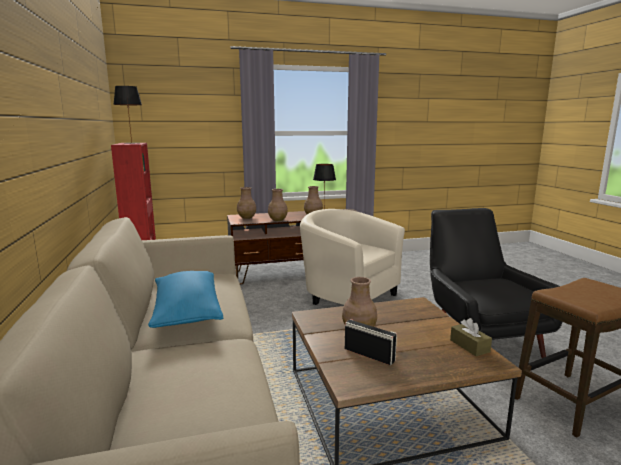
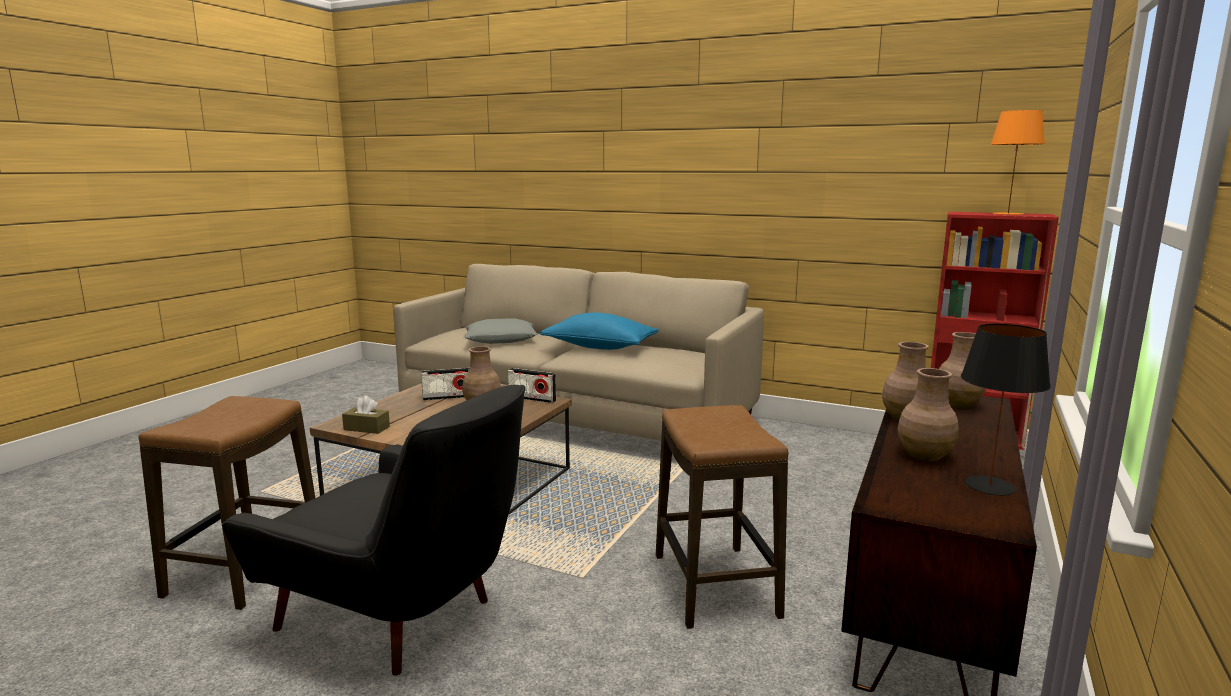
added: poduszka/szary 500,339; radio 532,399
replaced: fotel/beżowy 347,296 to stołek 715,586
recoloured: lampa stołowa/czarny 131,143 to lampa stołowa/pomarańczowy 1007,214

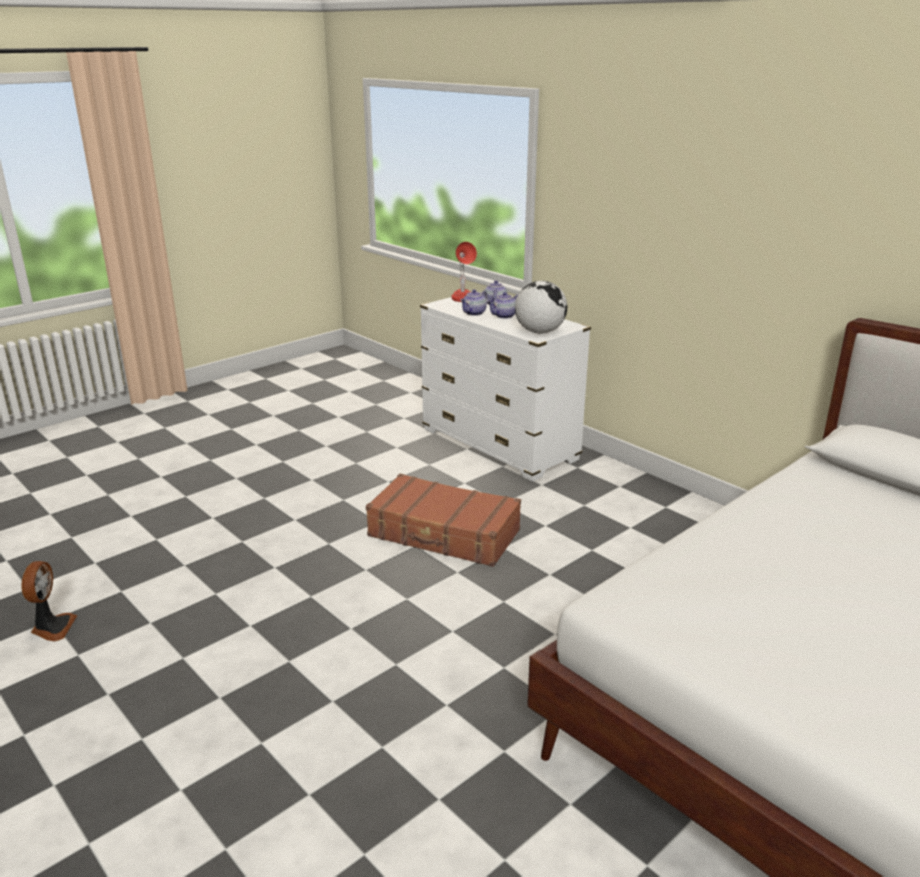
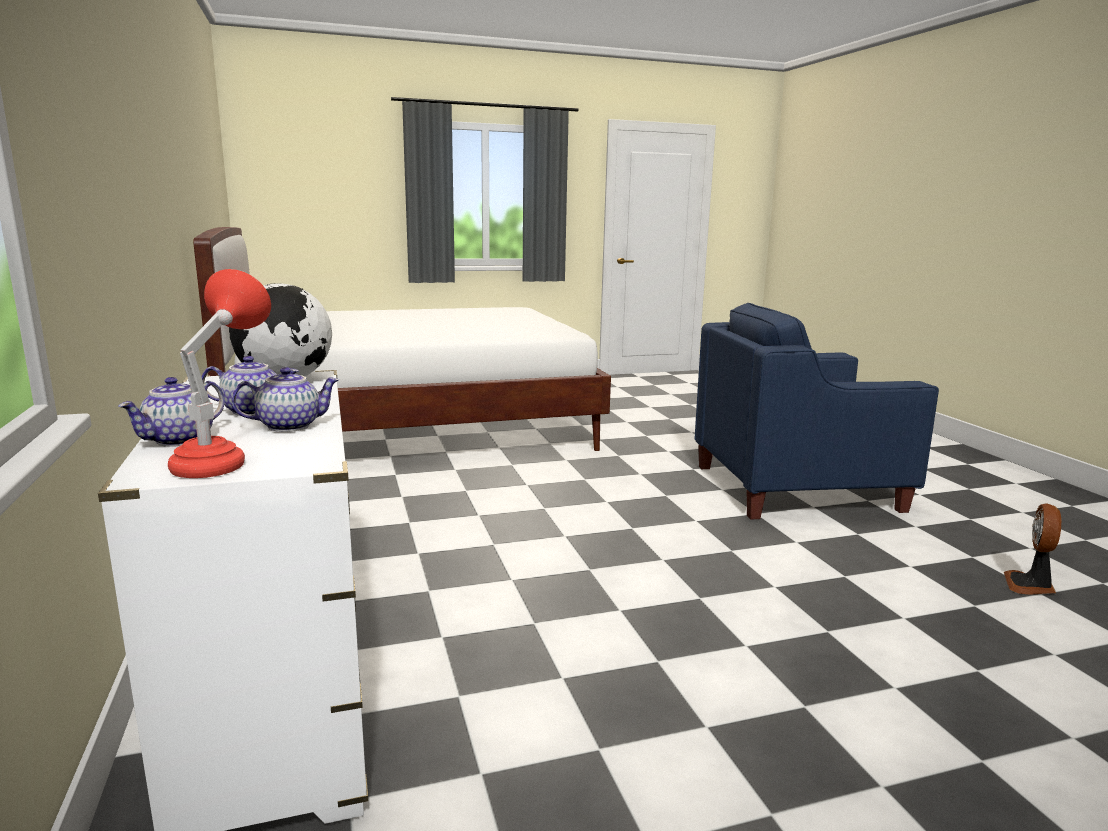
removed: walizka/brązowy 444,534
added: fotel/niebieski 795,487

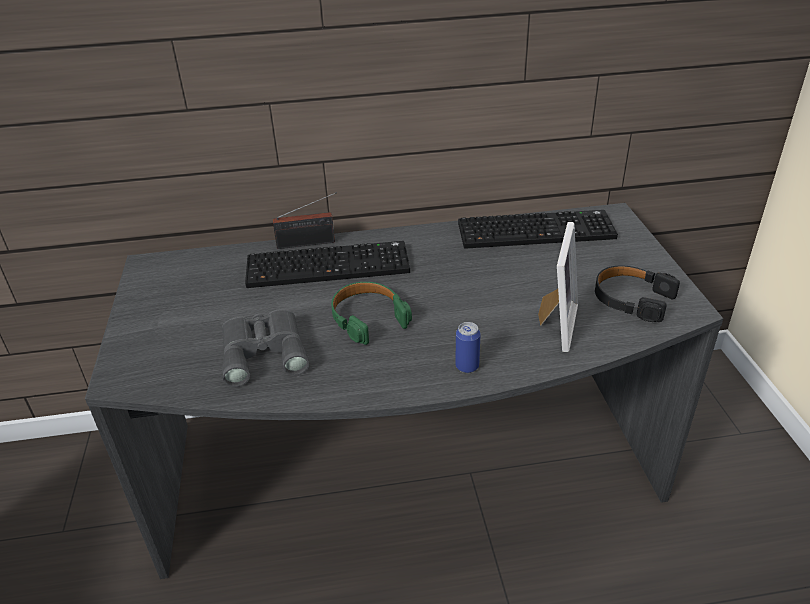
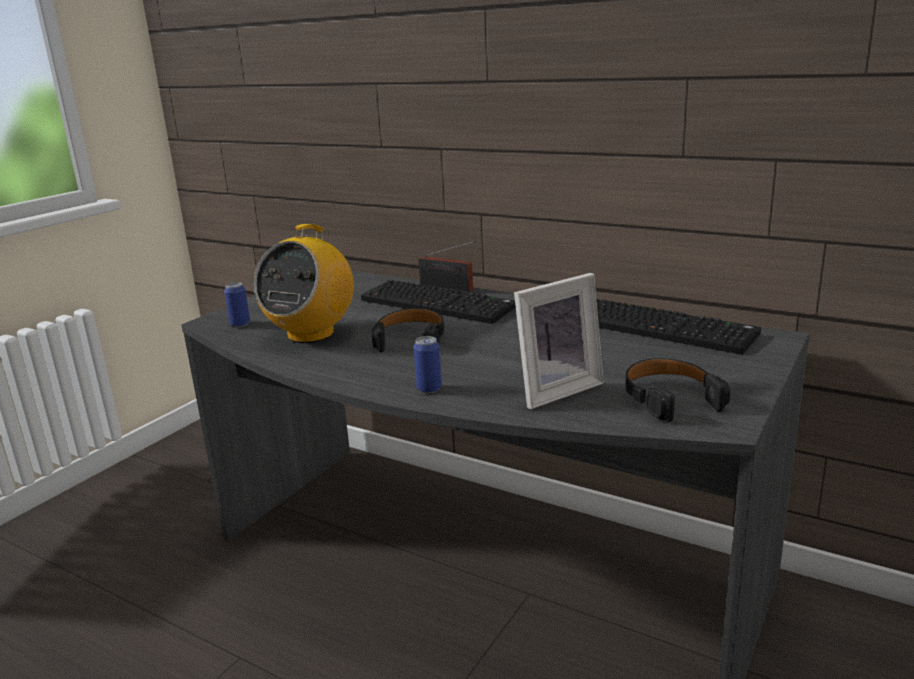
added: puszka 240,324
replaced: lornetka/szary 264,351 to radio 311,334
recoloured: słuchawki/zielony 368,318 to słuchawki/czarny 410,339

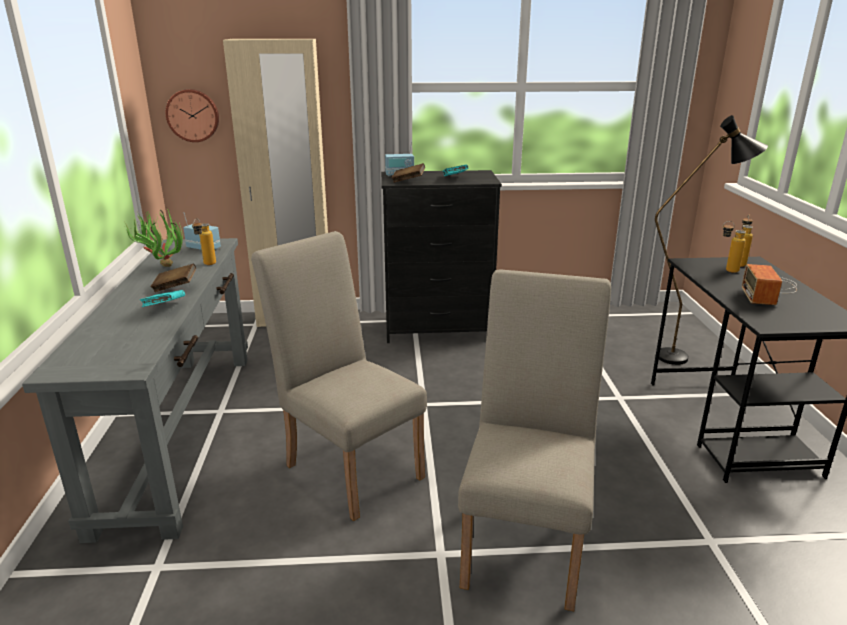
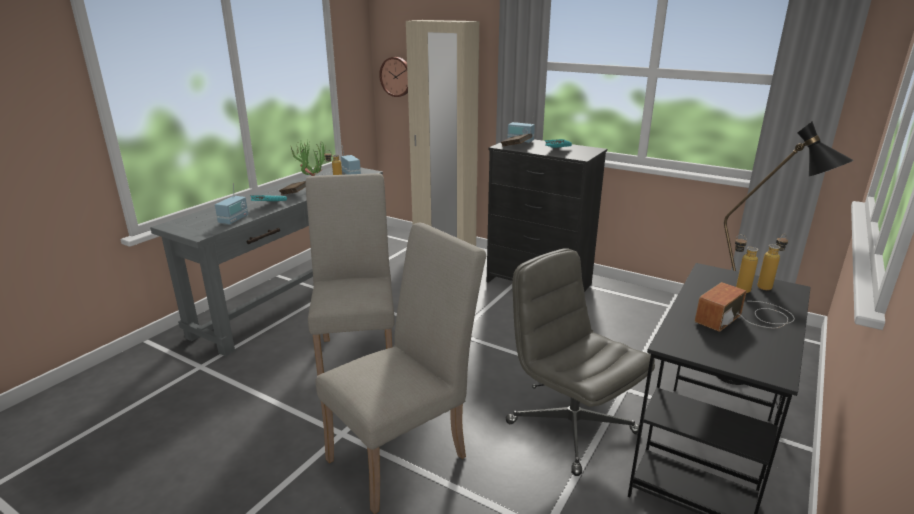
added: radio 234,220; krzesło biurowe/szary 570,427

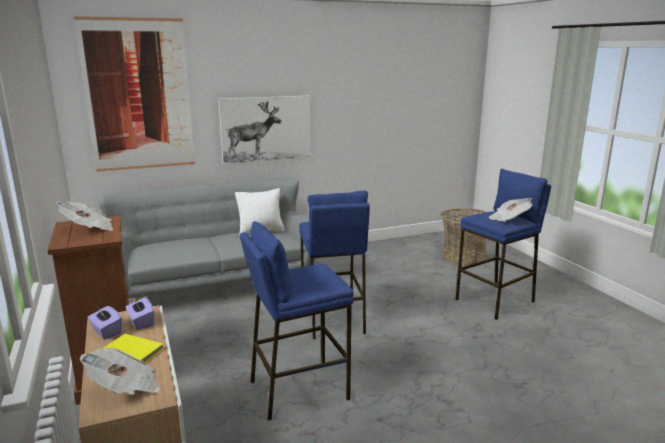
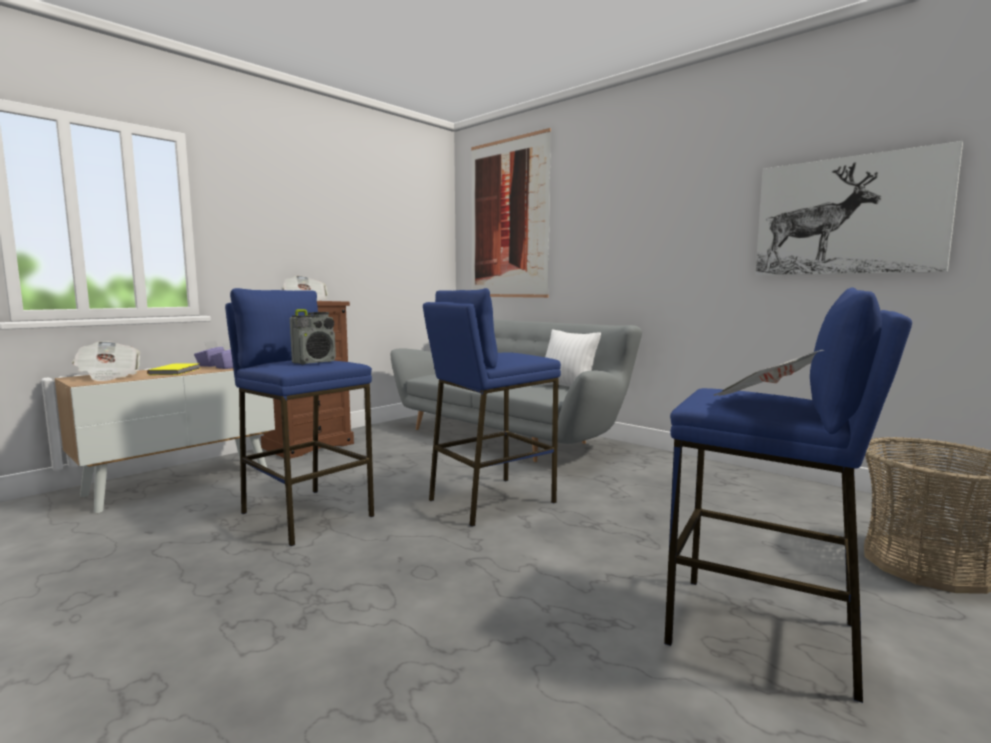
added: radio 315,362
moved: obraz 266,128 to 848,216

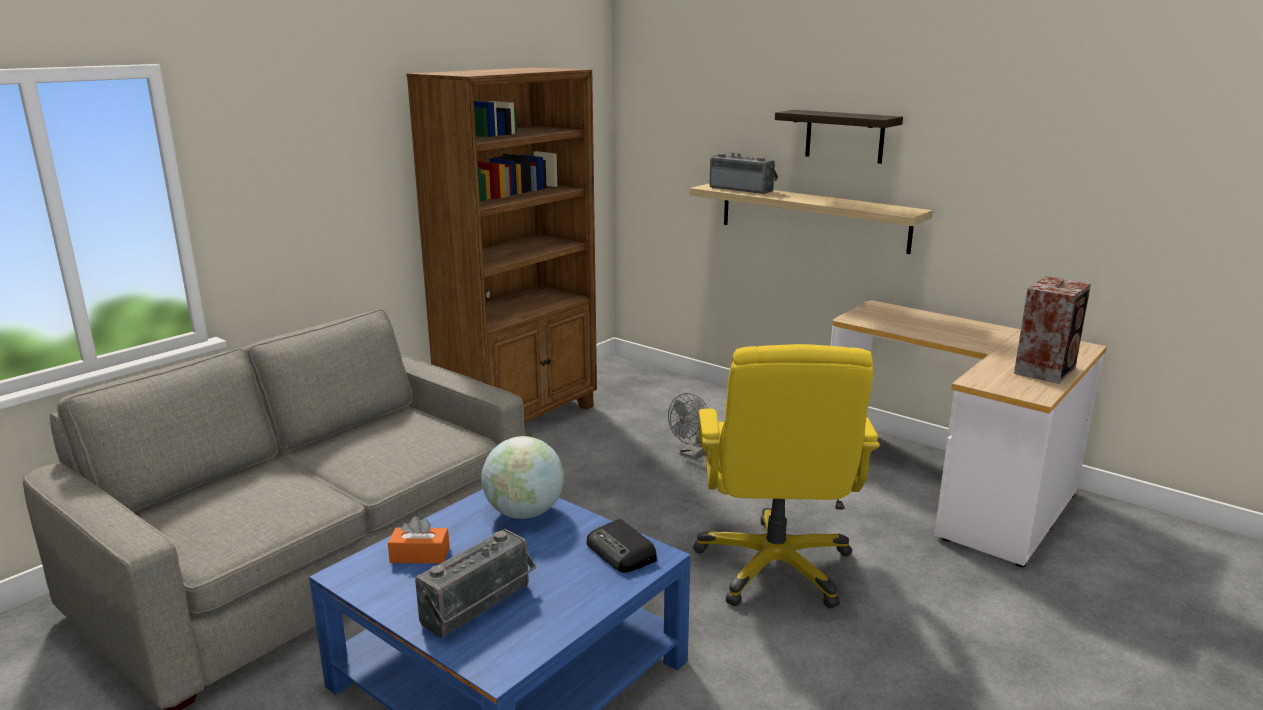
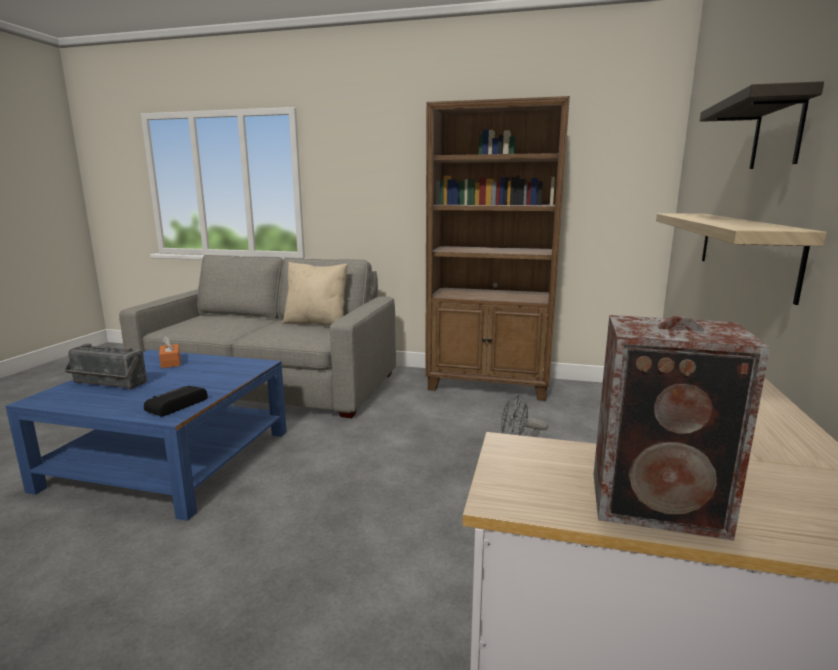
removed: globus 524,513; krzesło biurowe/żółty 775,567; radio 742,189
added: poduszka/beżowy 316,323

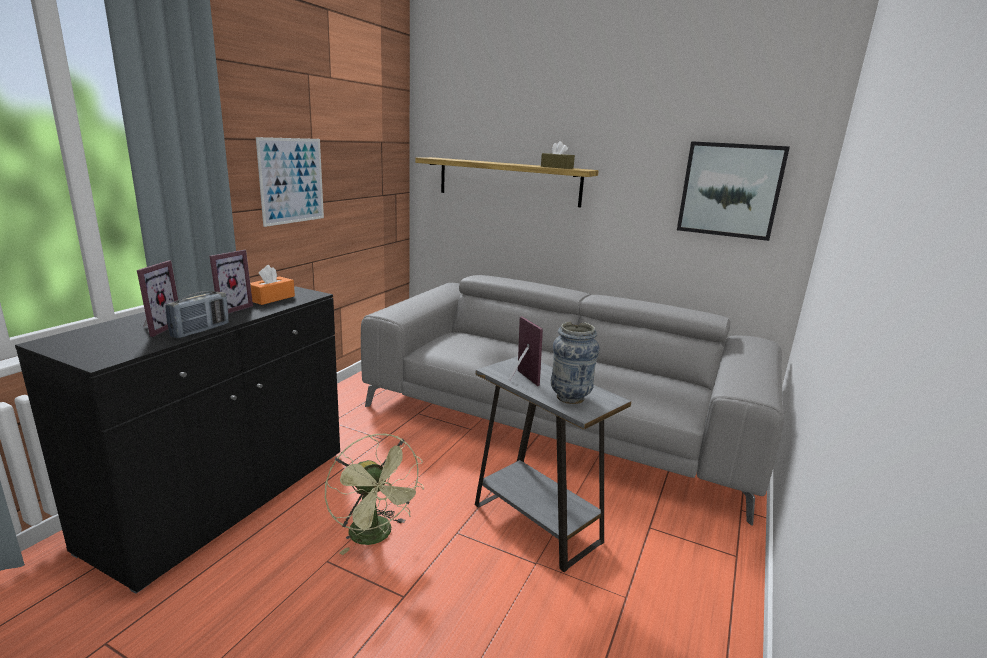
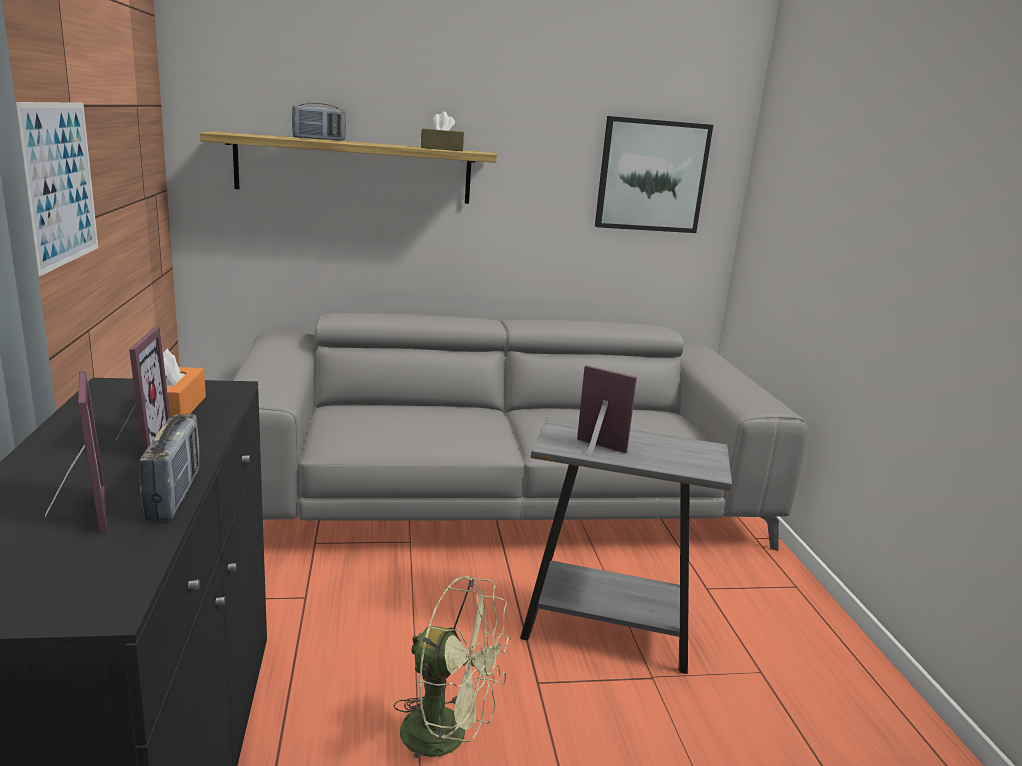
removed: wazon 570,398
added: radio 319,139

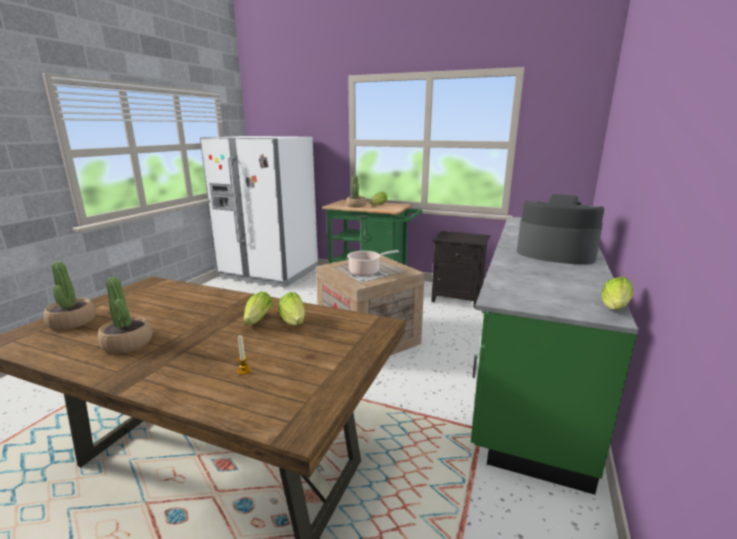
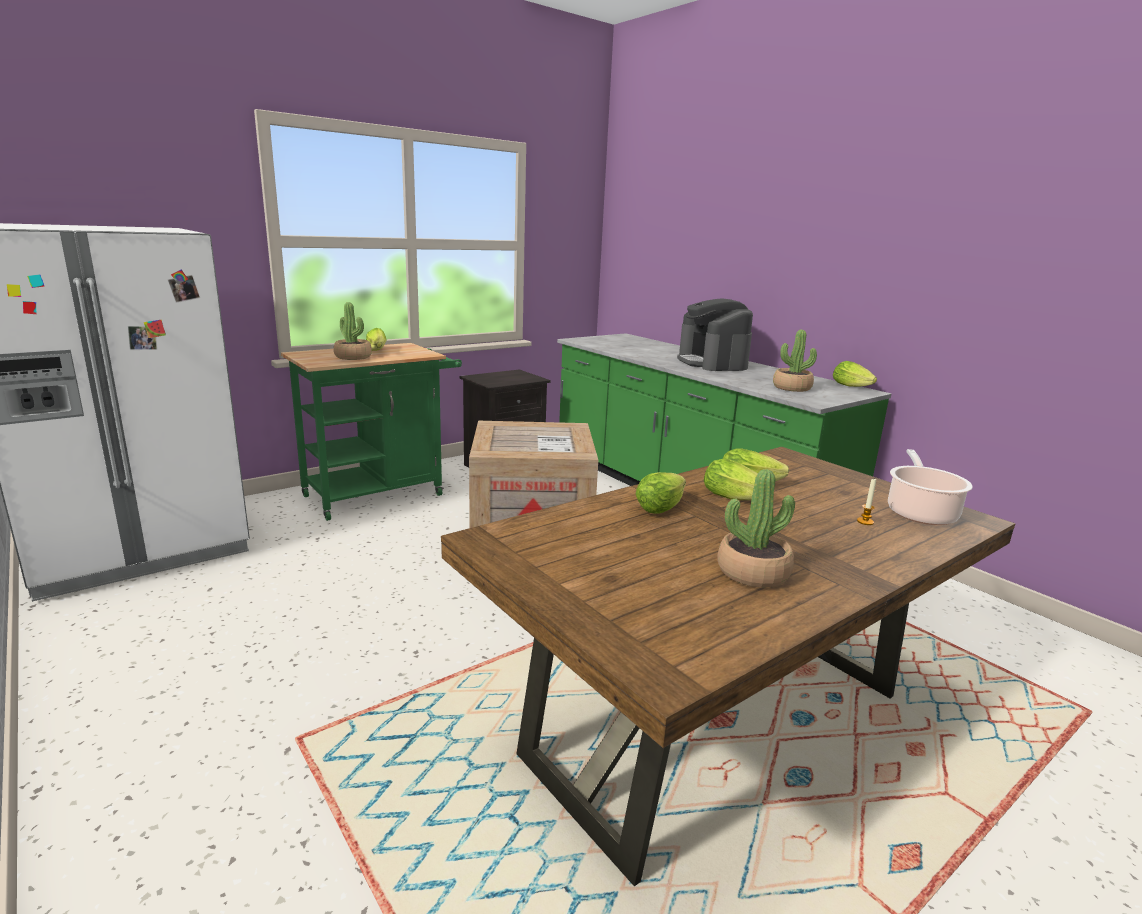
added: sałata 662,506
moved: roślina doniczkowa 72,322 to 791,388; garnek 366,272 to 920,512
turned: ekspres do kawy 555,253 = 712,363 75 degrees counterclockwise

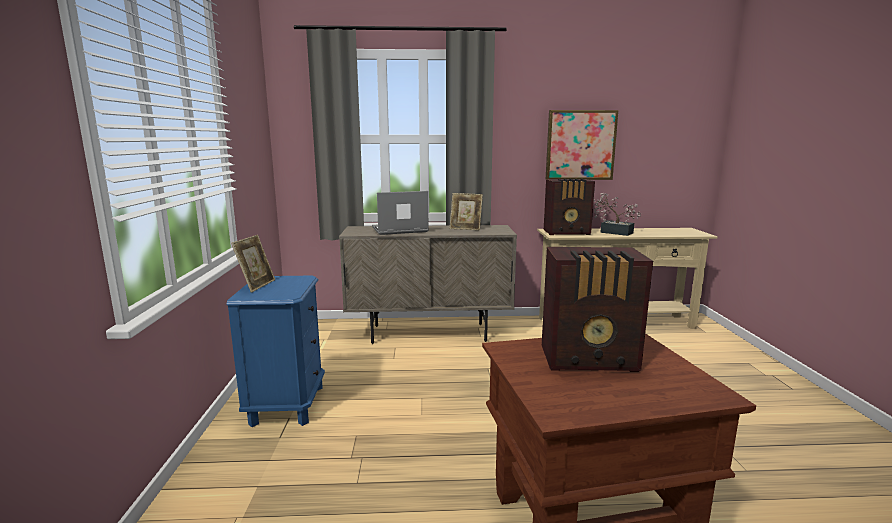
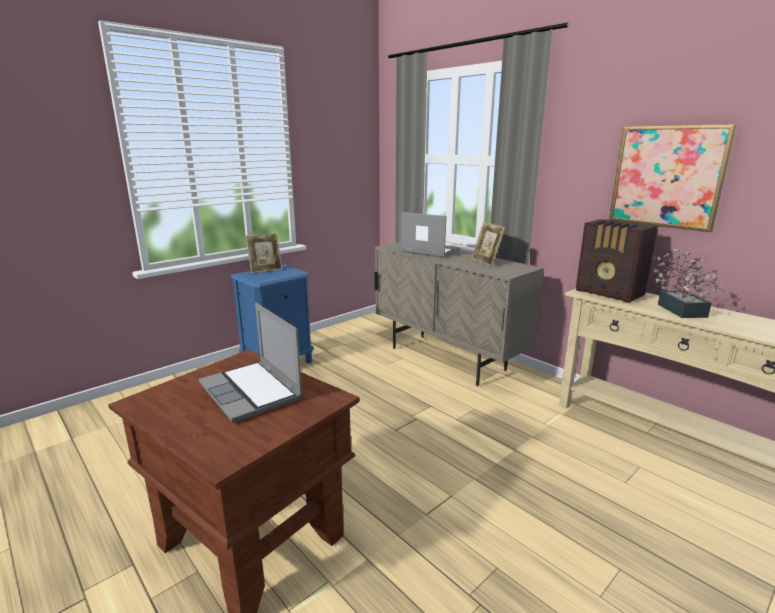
replaced: radio 590,360 to laptop 252,392

